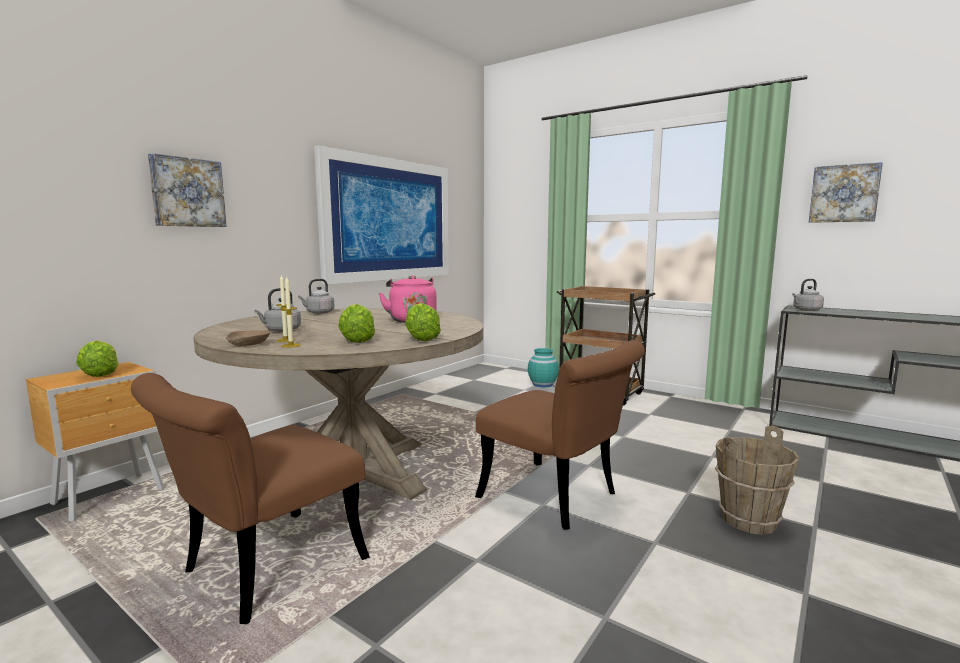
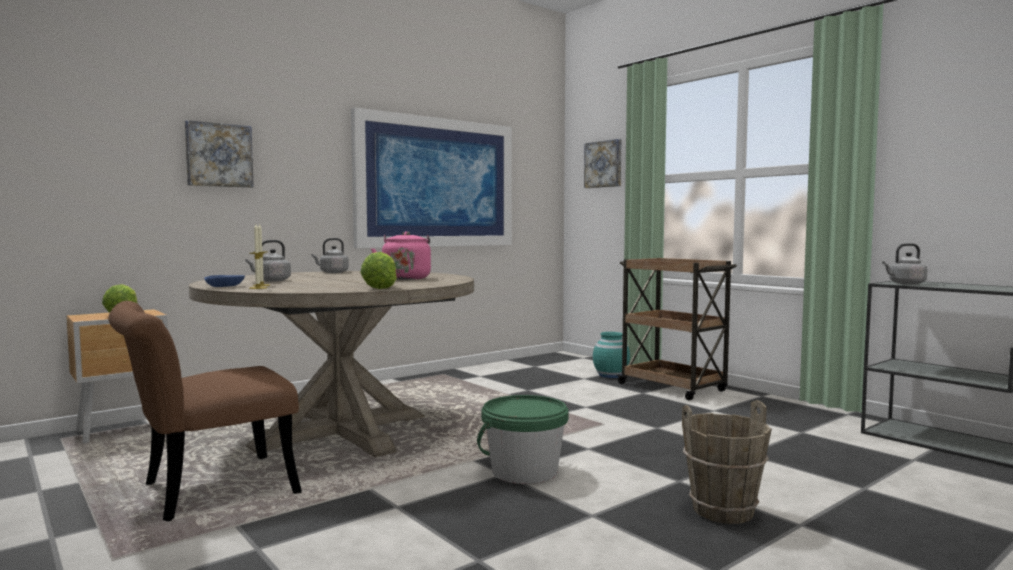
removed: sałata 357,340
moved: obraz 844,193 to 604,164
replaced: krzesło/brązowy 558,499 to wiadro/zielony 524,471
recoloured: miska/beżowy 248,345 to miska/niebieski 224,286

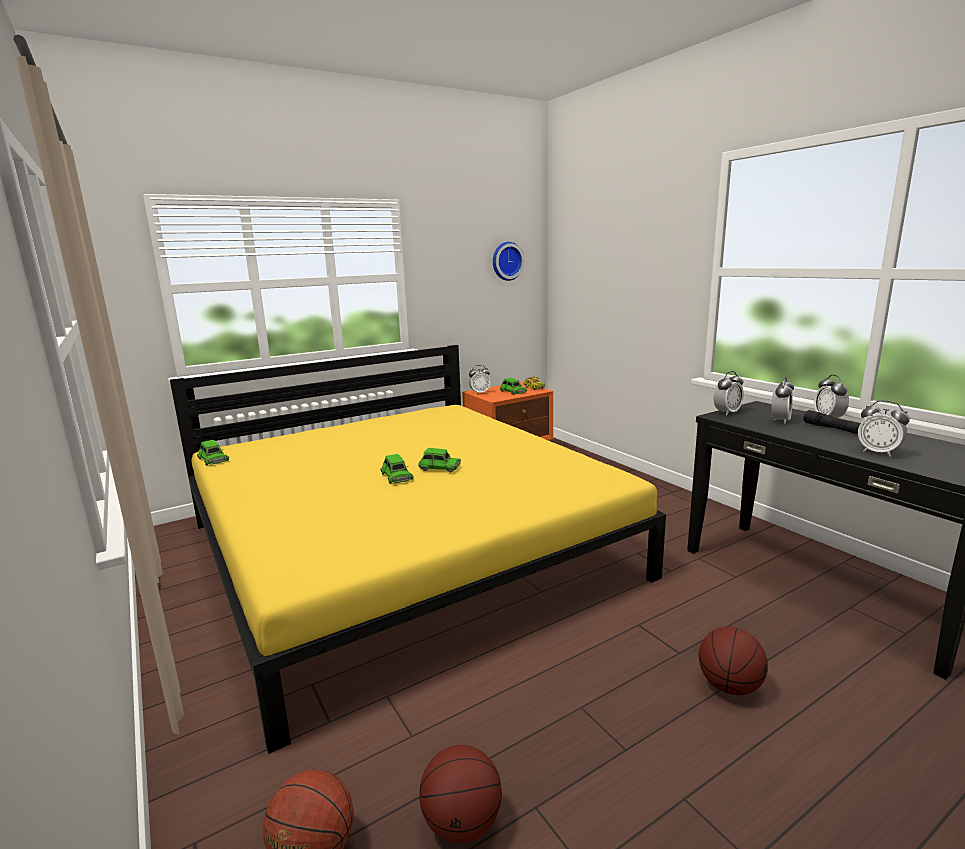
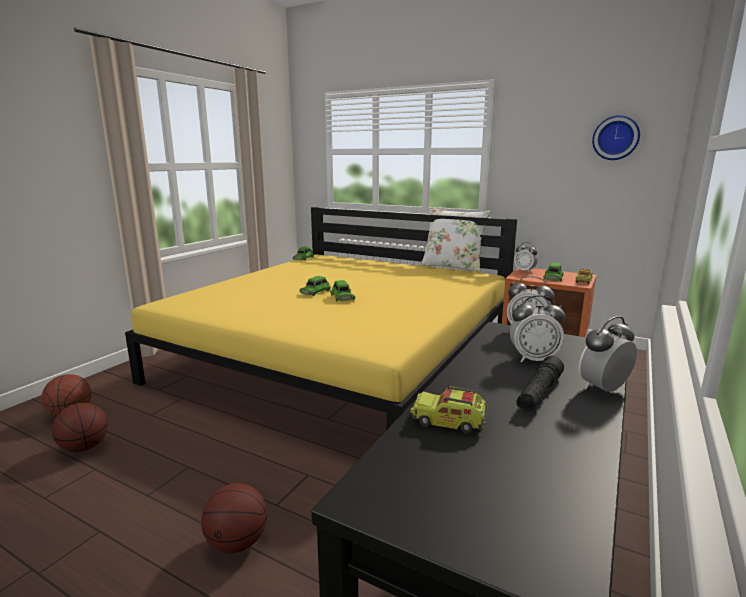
added: poduszka/biały 452,267
replaced: budzik 878,452 to ciężarówka zabawkowa 449,421

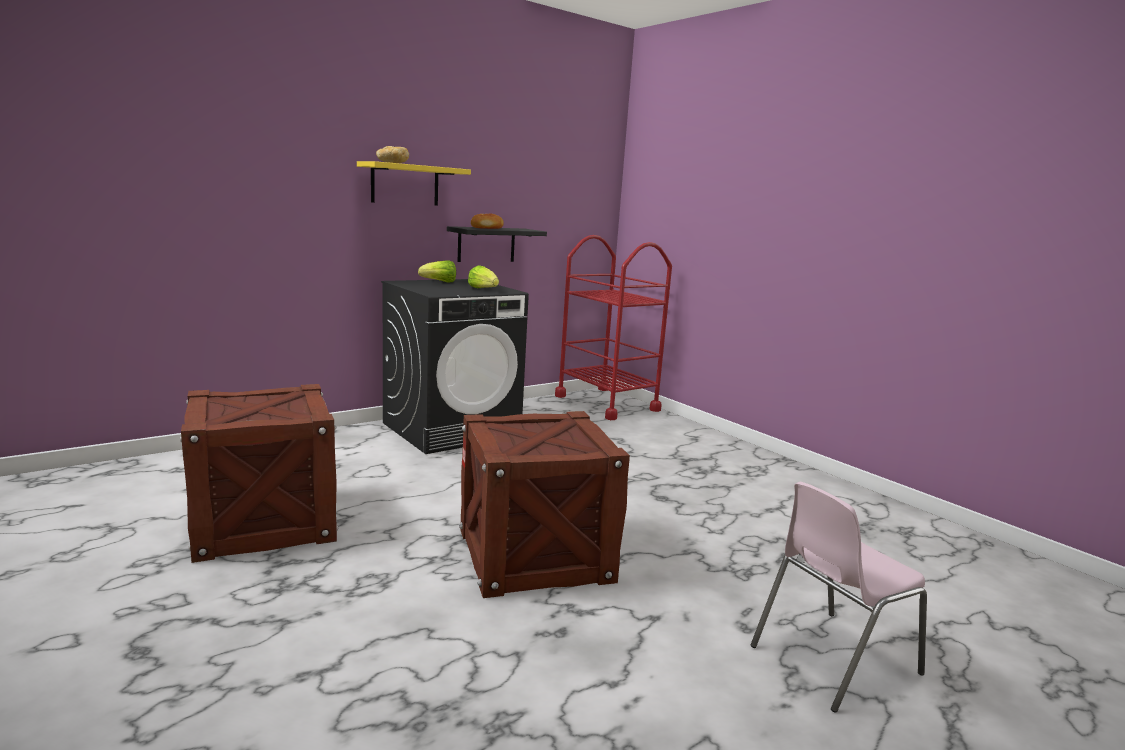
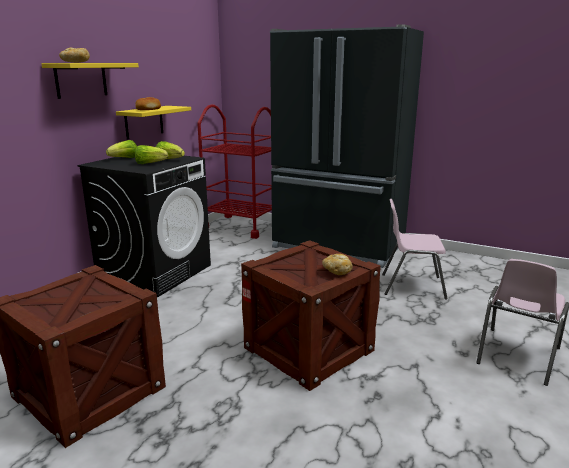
added: sałata 150,163; lodówka/czarny 338,246; chleb 337,271; krzesło/różowy 411,286
recoloured: półka/czarny 486,244 to półka/żółty 144,122

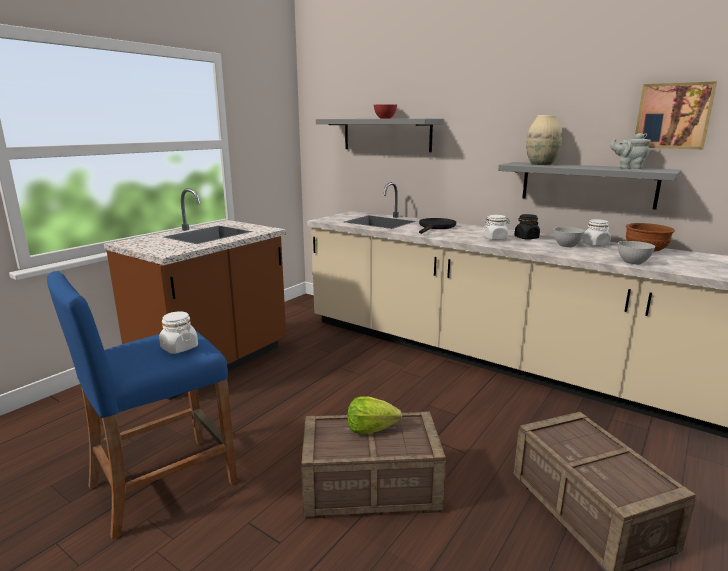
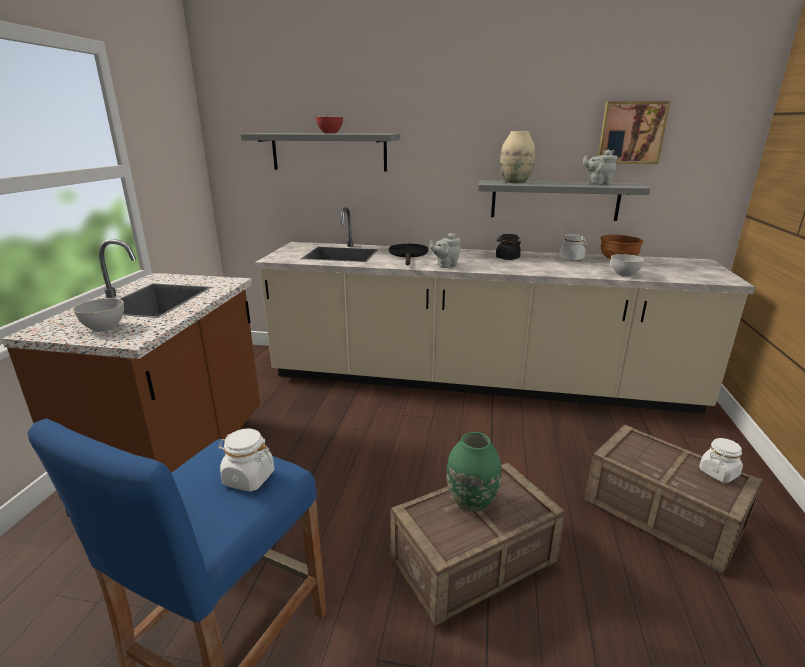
added: imbryk/szary 445,265
moved: słoik/biały 495,238 to 718,473; miska/szary 566,245 to 104,328
replaced: sałata 371,428 to wazon/zielony 471,501

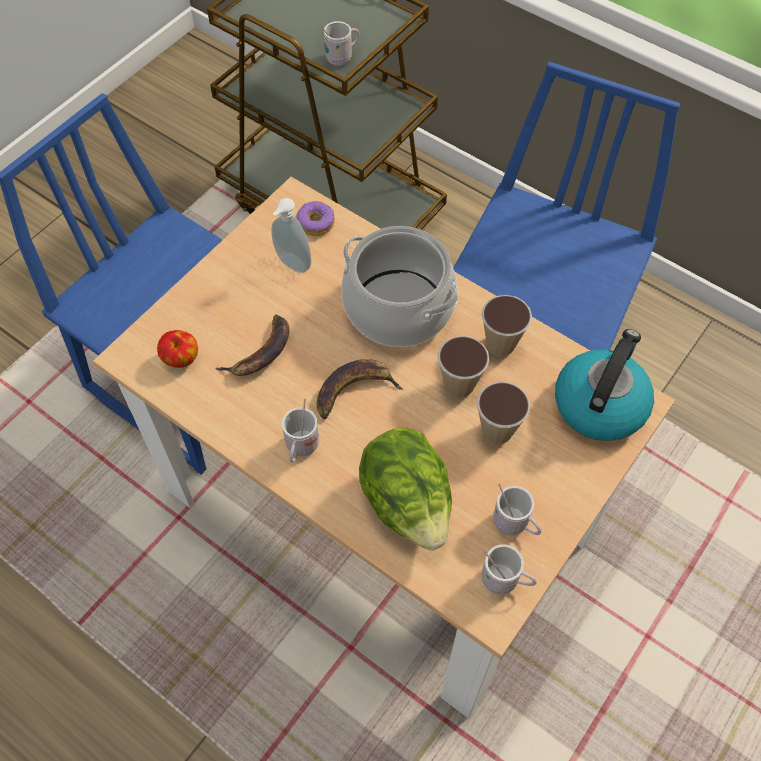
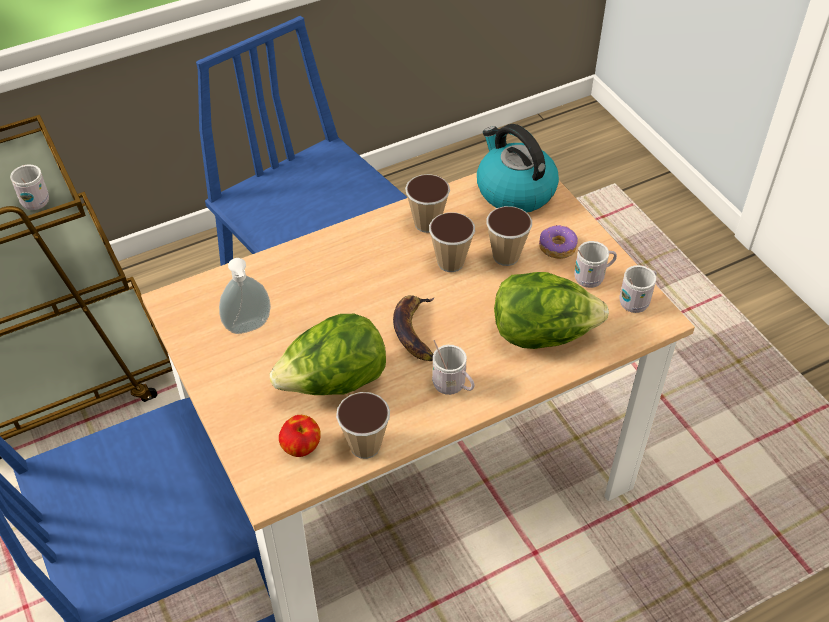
removed: garnek 399,307
added: filiżanka 365,446
moved: donut 315,223 to 557,247
replaced: banan 261,352 to sałata 333,383

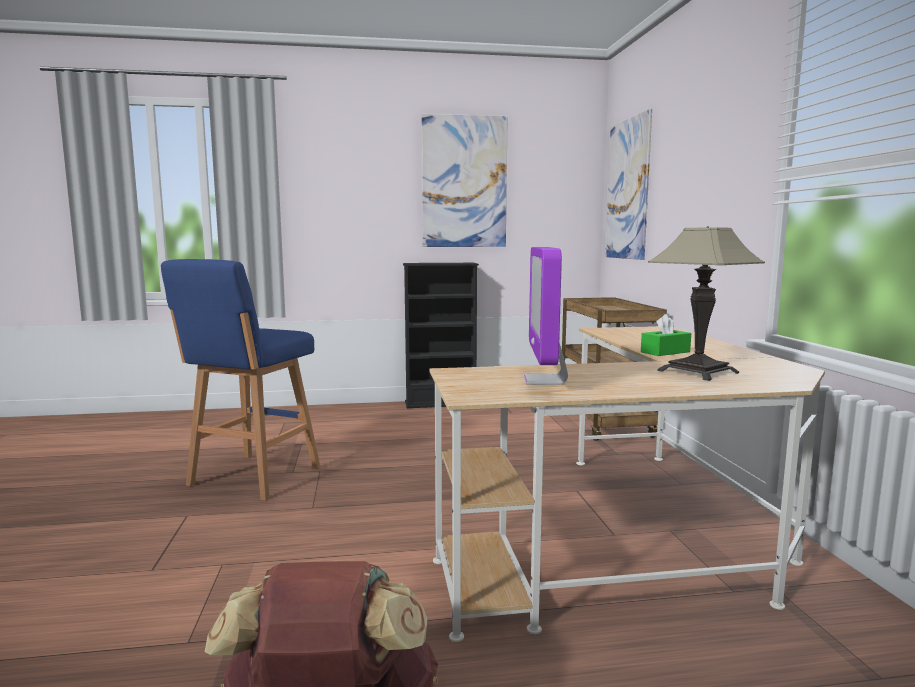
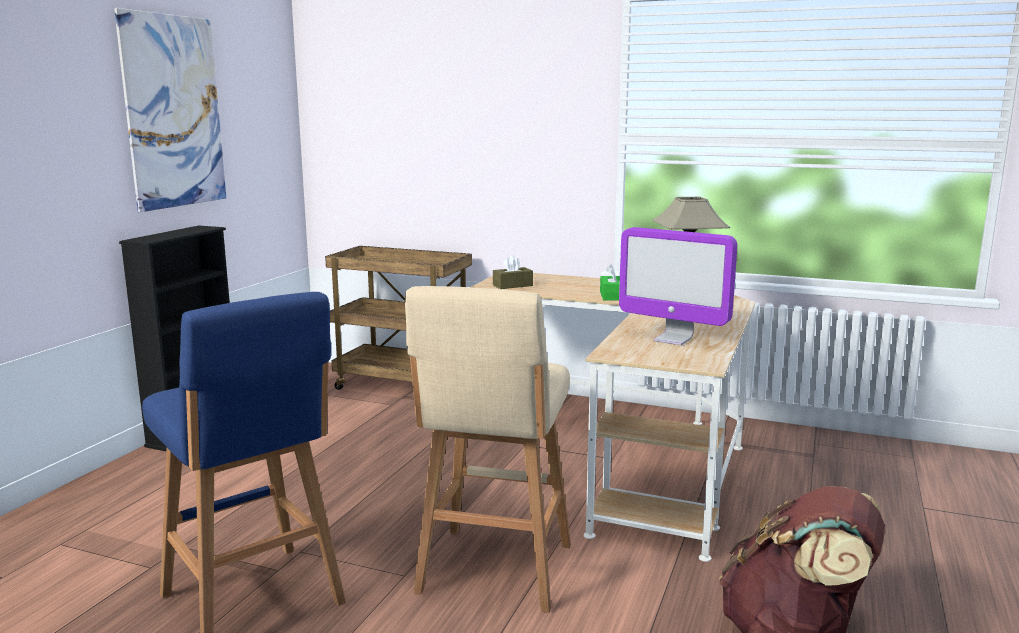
removed: obraz 627,189
added: stołek/beżowy 494,571; pudełko chusteczek/brązowy 512,285

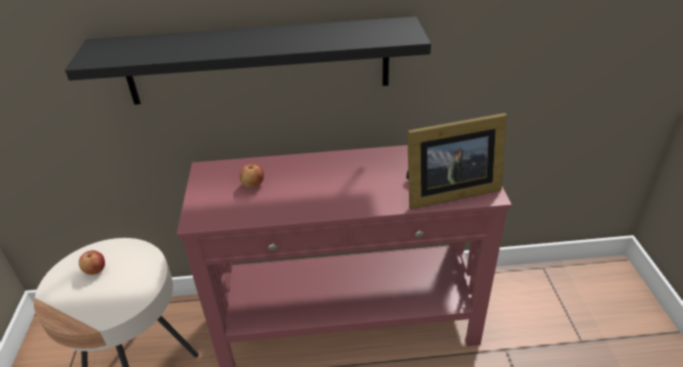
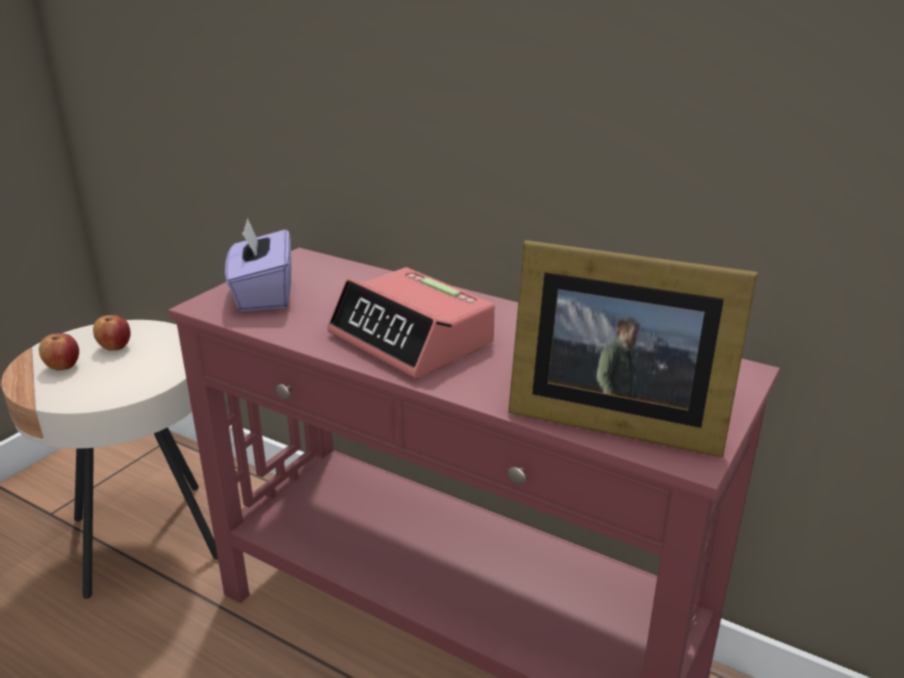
removed: półka/czarny 258,61
added: pudełko chusteczek/fioletowy 263,295; budzik 412,339
moved: jabłko 253,184 to 63,367

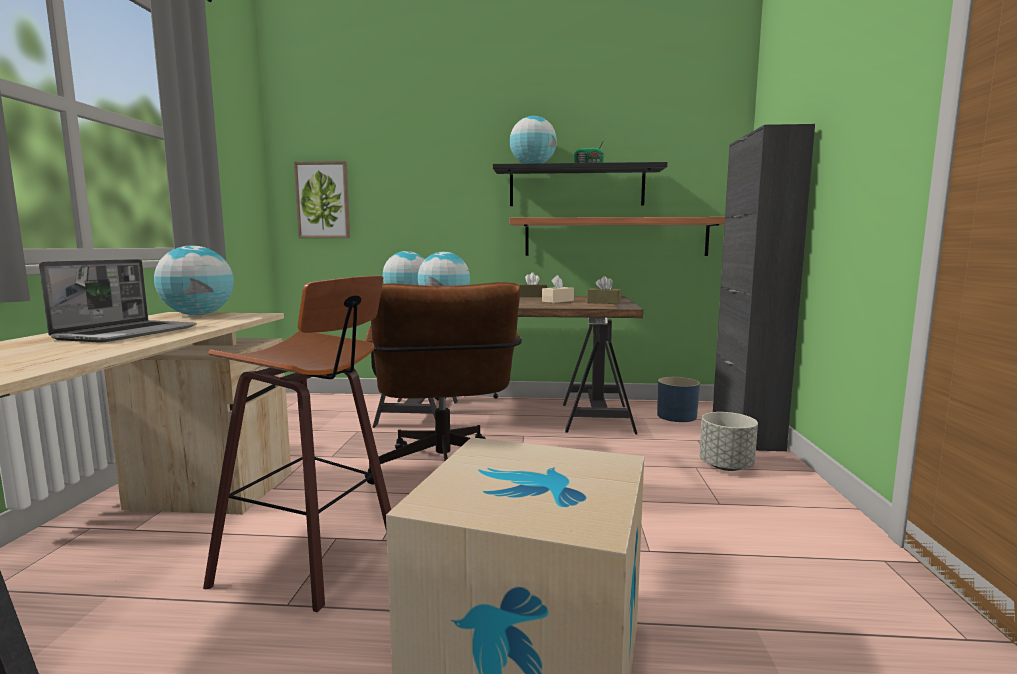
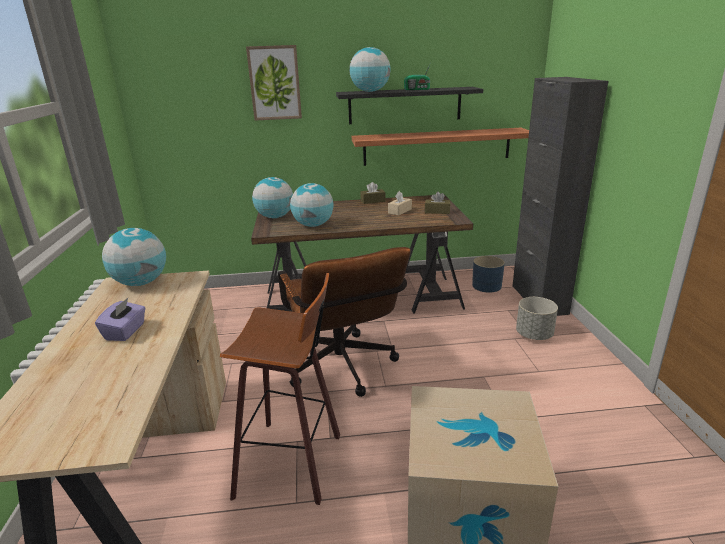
moved: obraz 323,200 to 275,83
replaced: laptop 128,333 to pudełko chusteczek/fioletowy 126,332

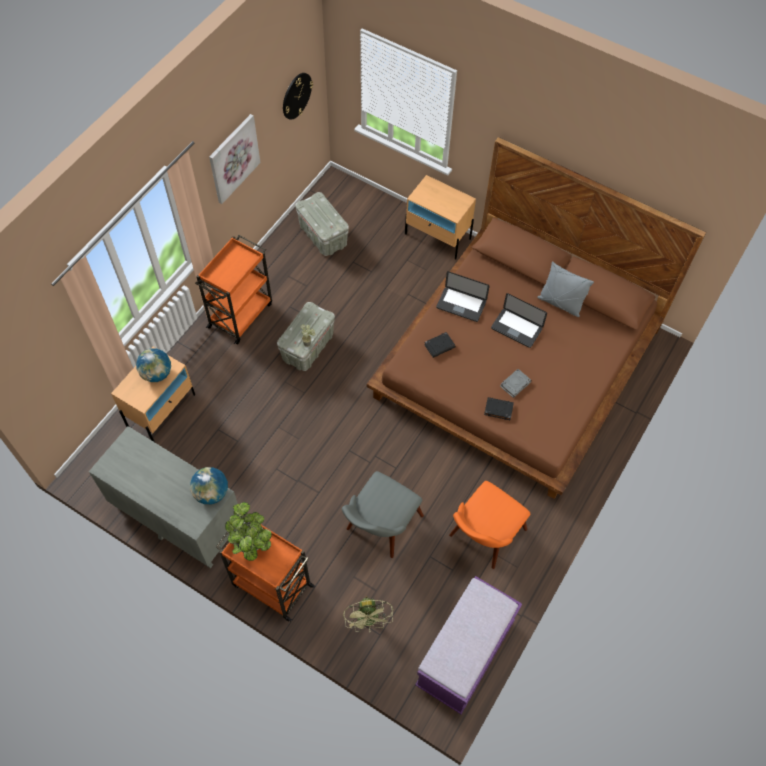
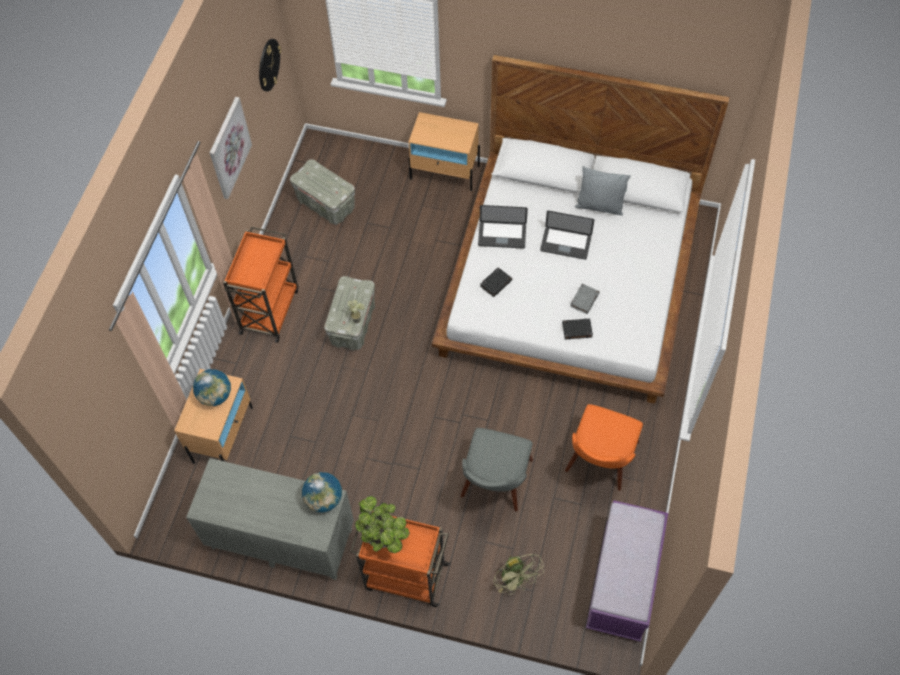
recoloured: łóżko/brązowy 516,362 to łóżko/biały 570,279

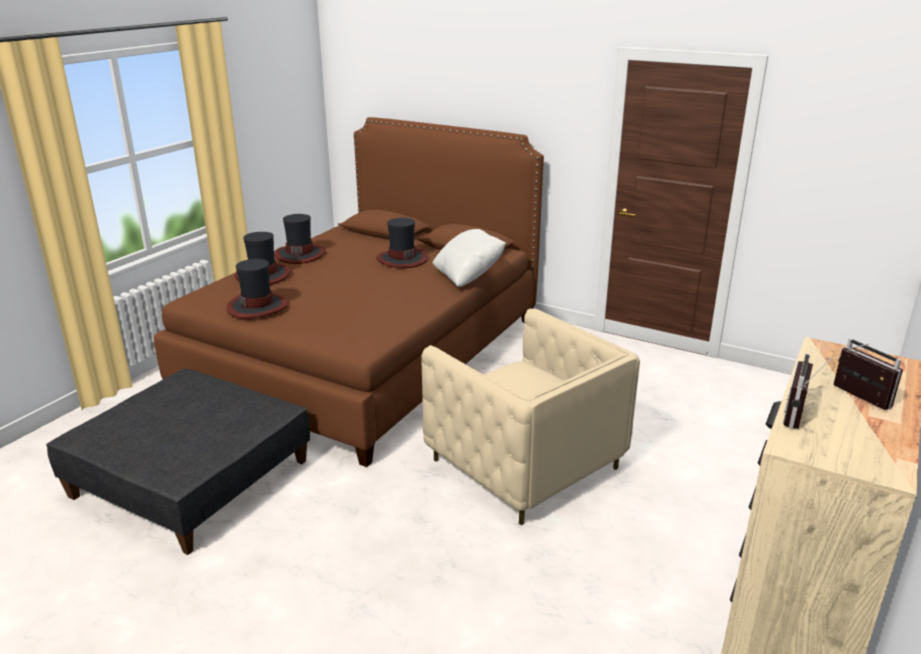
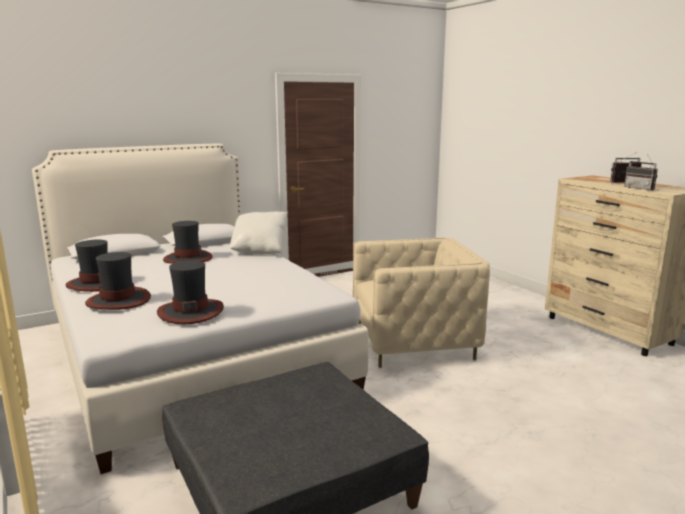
recoloured: łóżko/brązowy 367,354 to łóżko/biały 191,355

